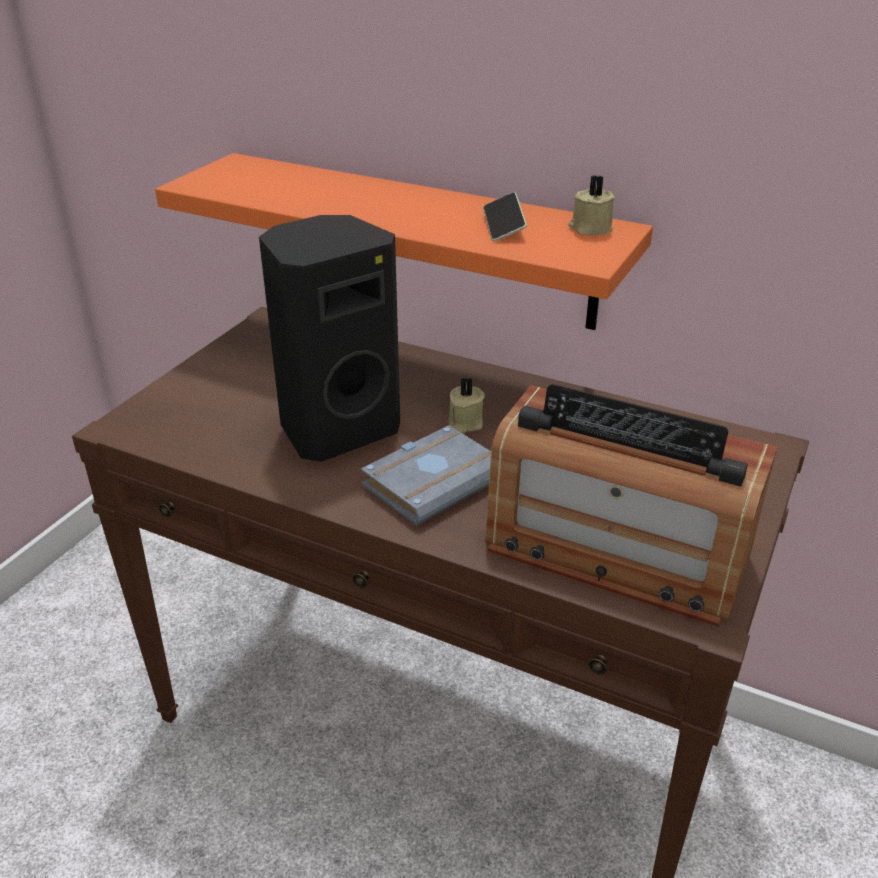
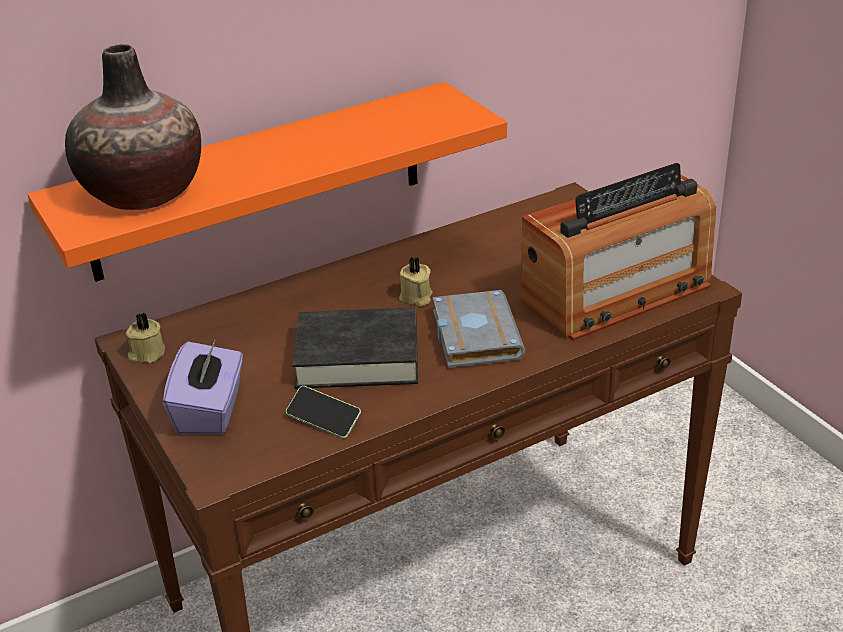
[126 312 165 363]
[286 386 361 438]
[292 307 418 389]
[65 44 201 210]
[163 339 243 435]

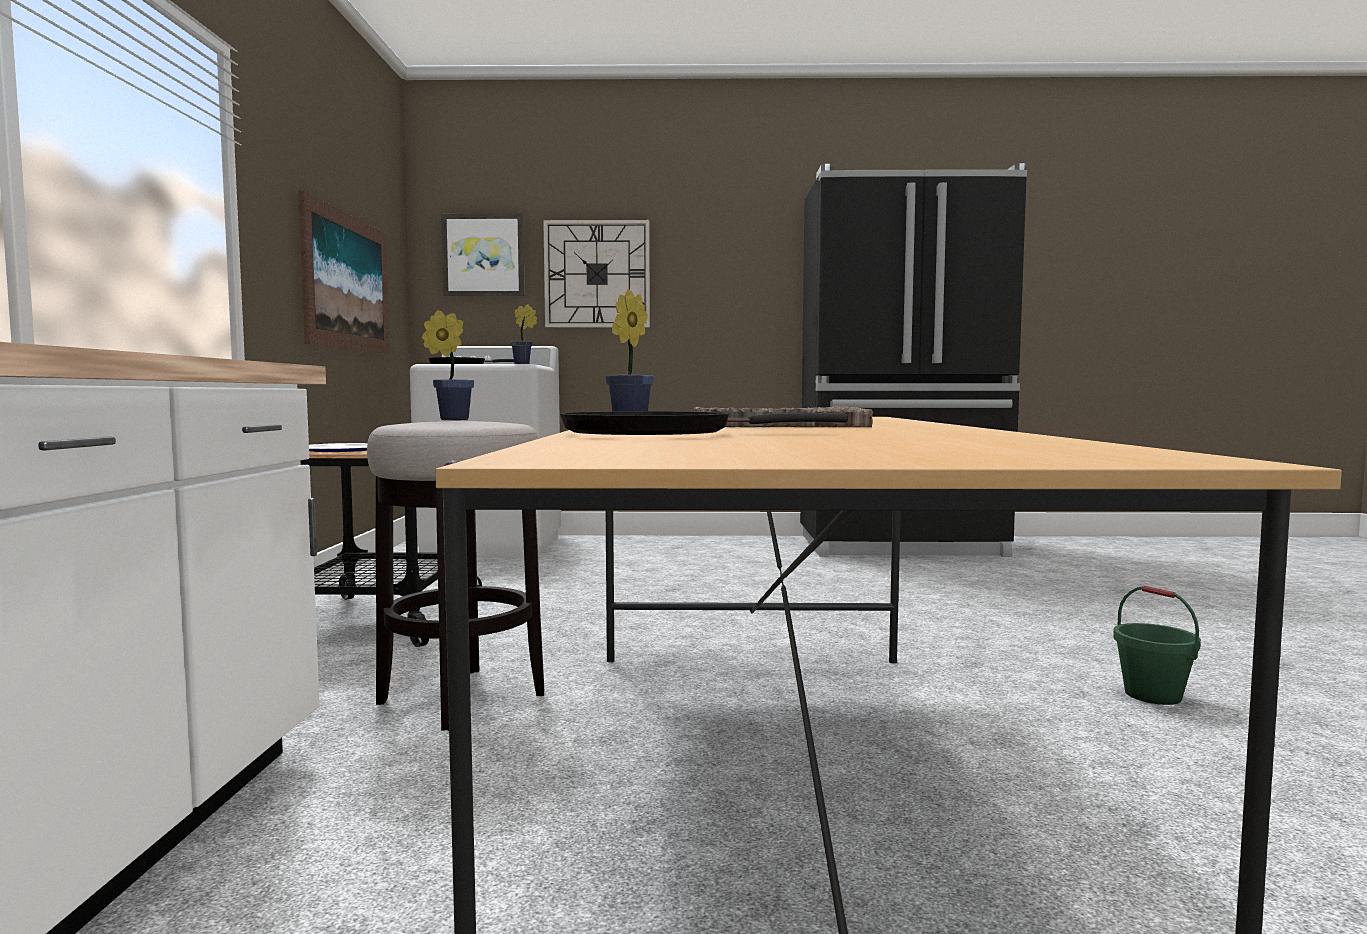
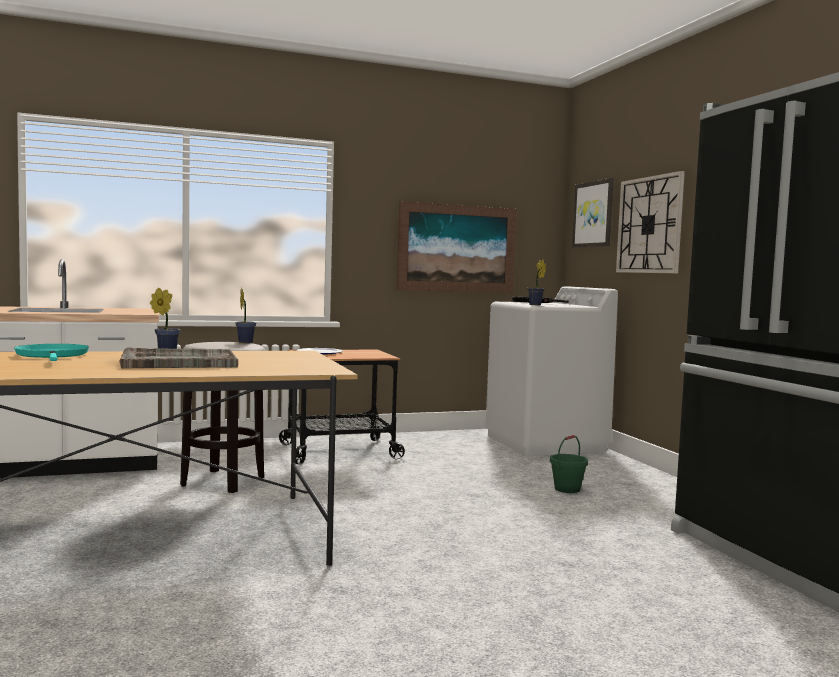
[14 344 89 361]
[550 435 588 493]

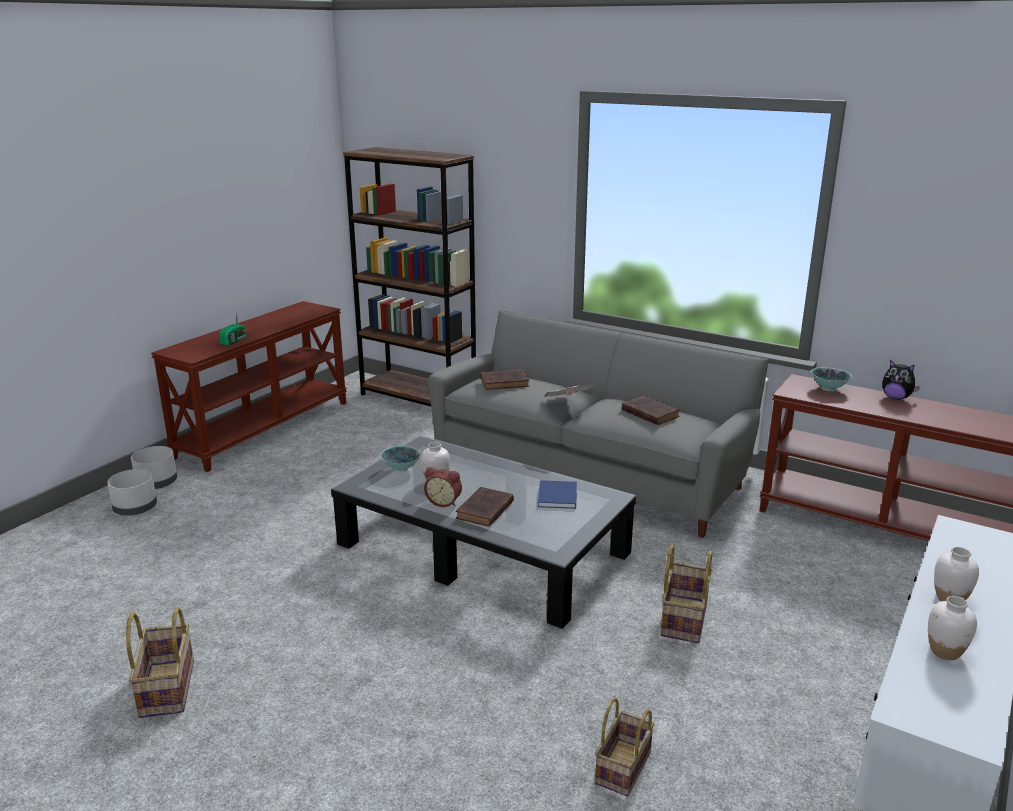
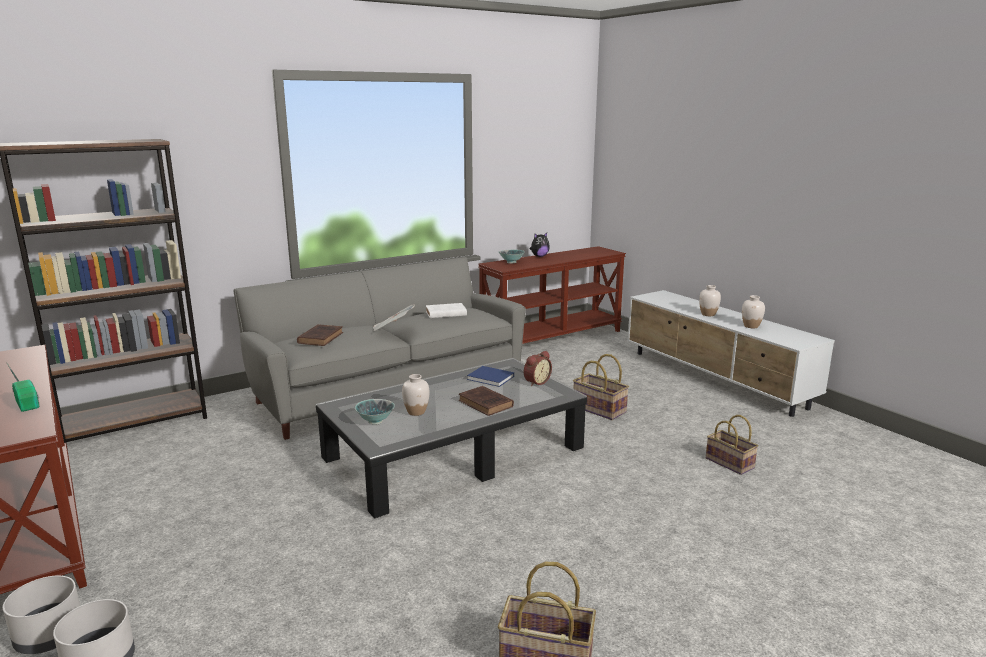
[426 303 467 318]
[524 351 552 386]

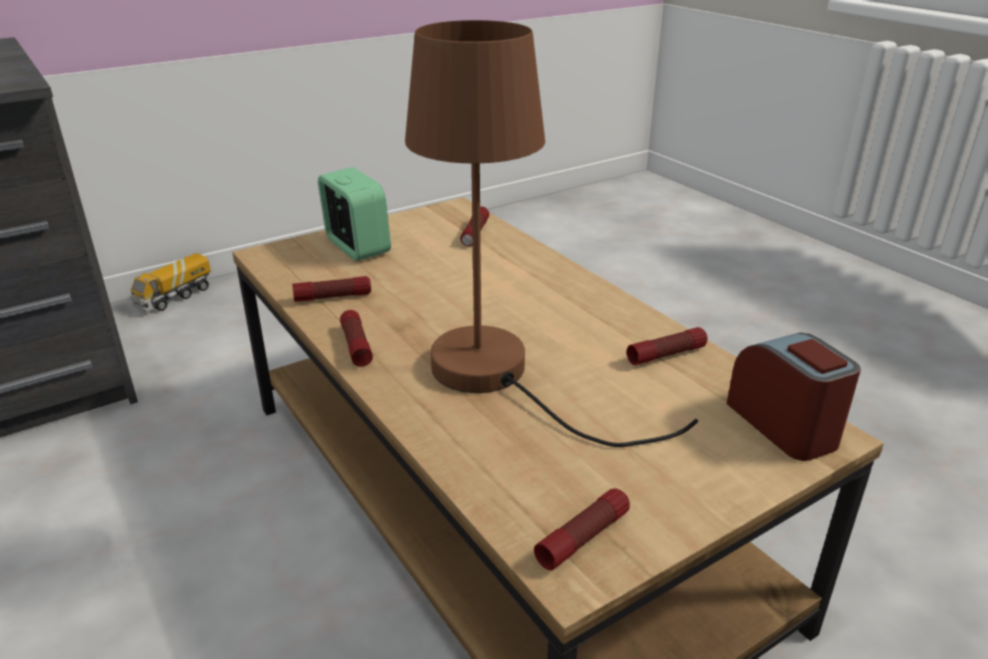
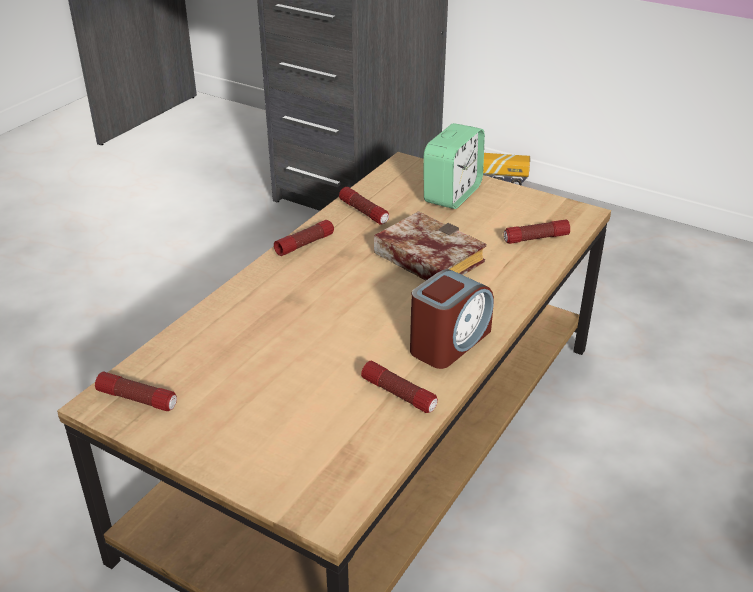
[405 20 698 447] (first image)
[410 269 494 369]
[374 211 486 281]

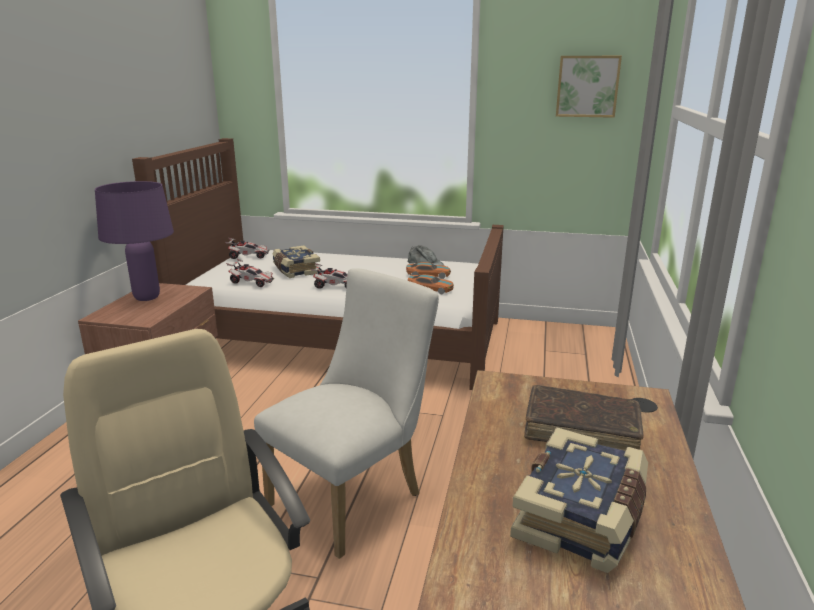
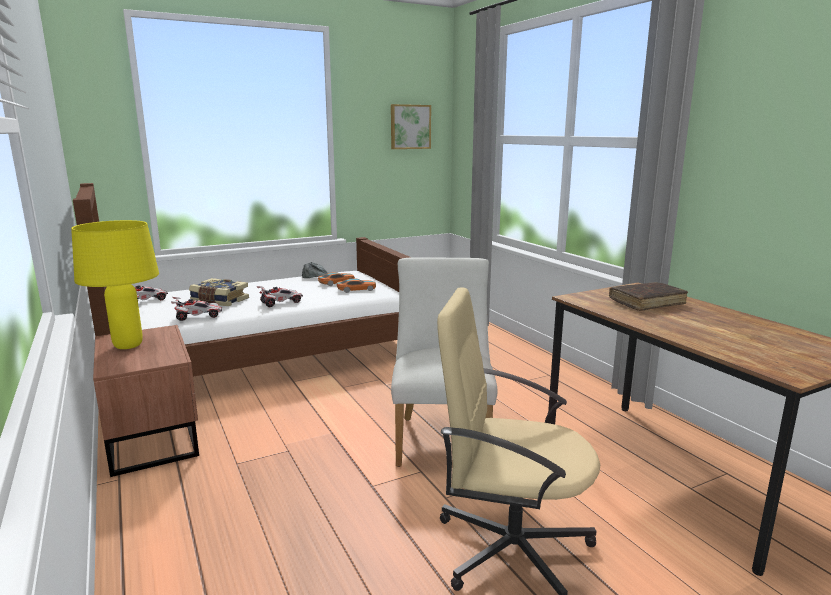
[71 220 159 349]
[510 428 648 573] (first image)

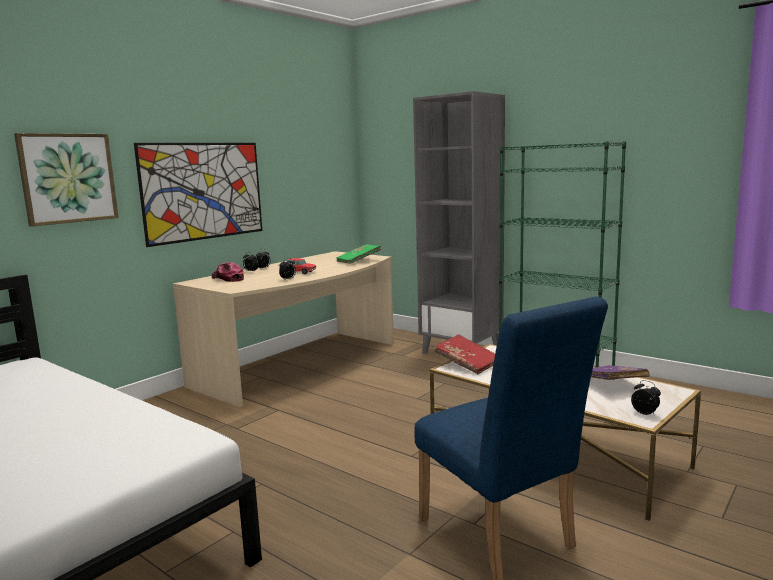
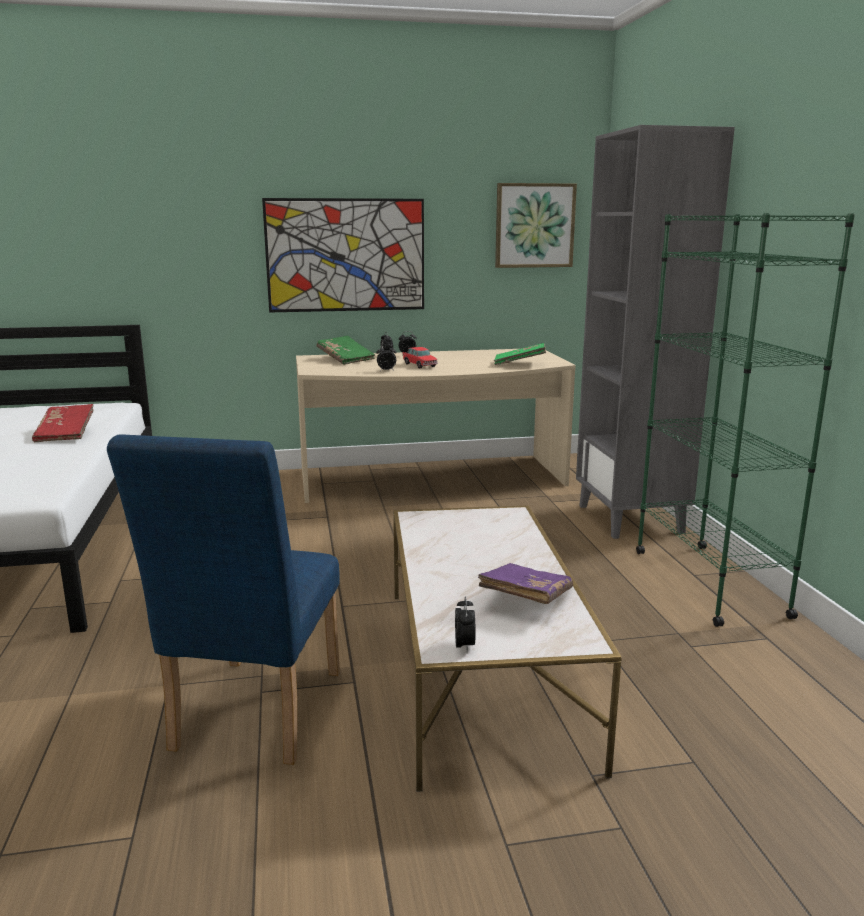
[495 183 577 268]
[317 335 375 365]
[32 404 94 442]

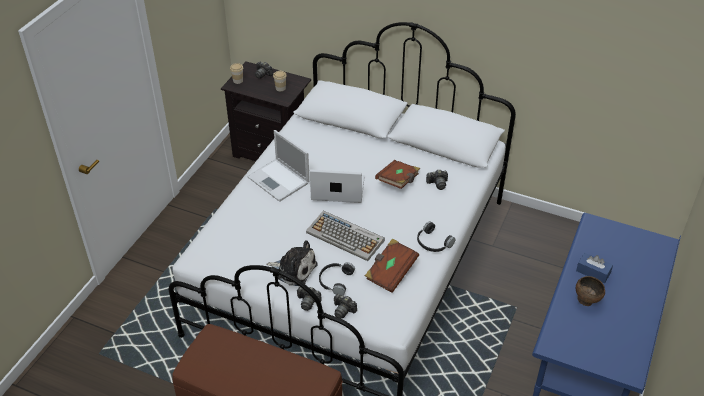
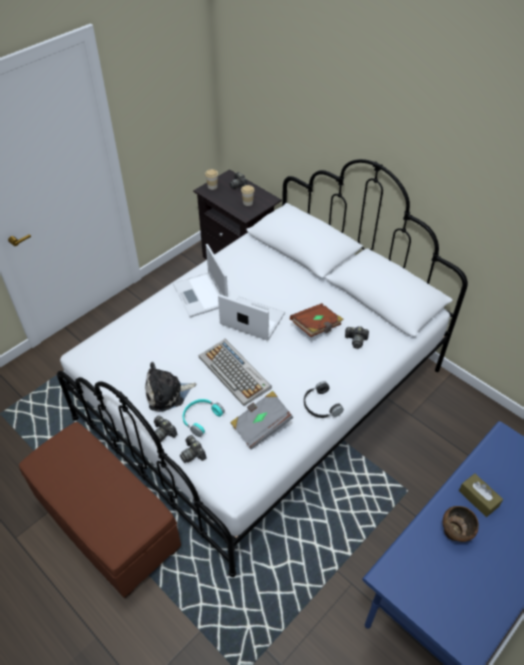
[230 391 293 450]
[145 362 196 412]
[459 473 503 517]
[183 399 225 437]

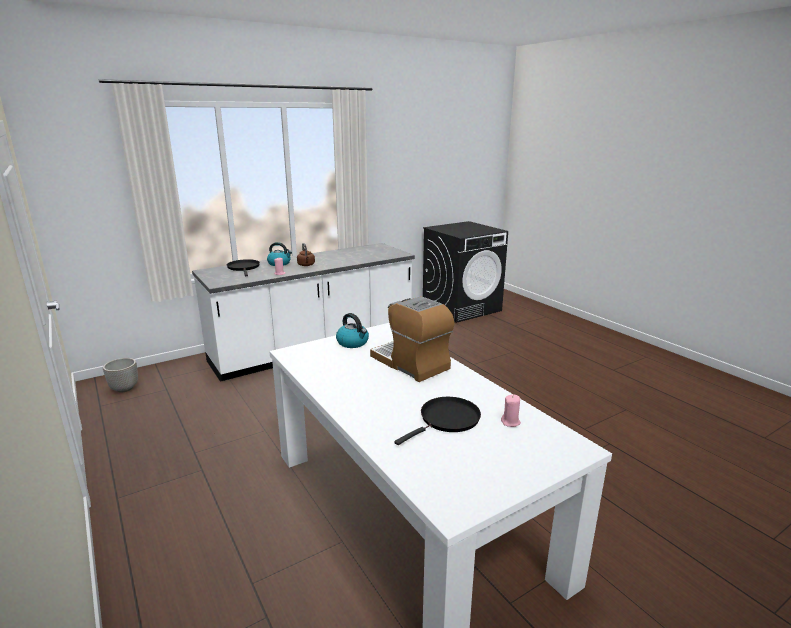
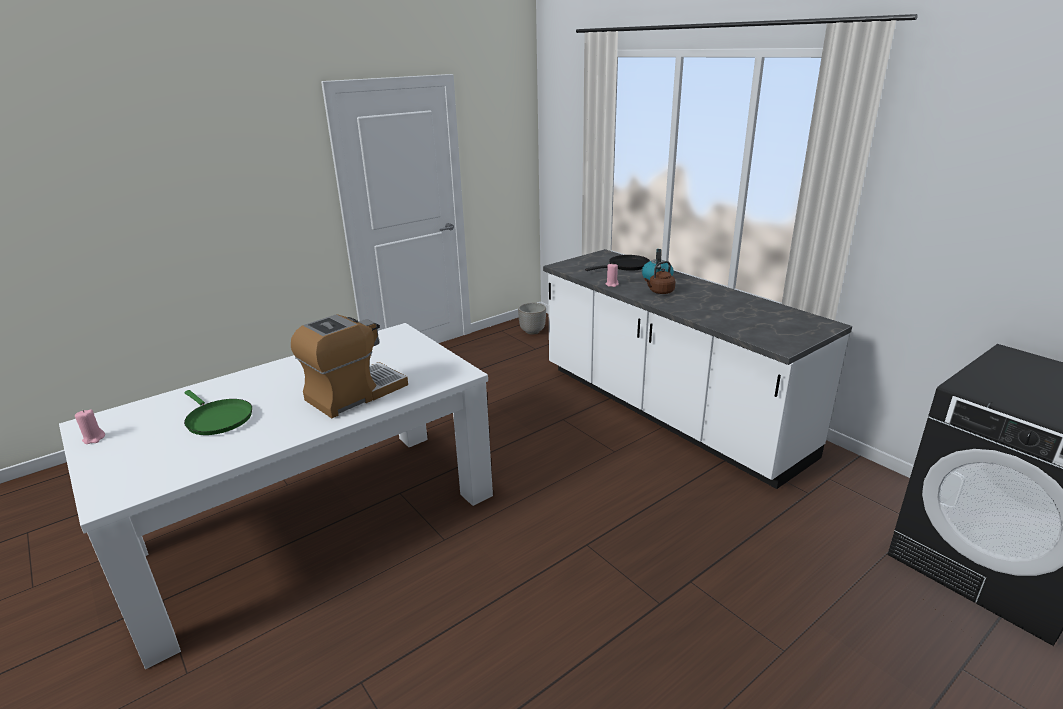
[336 313 369 348] (first image)
[75 409 105 444]
[184 390 252 435]

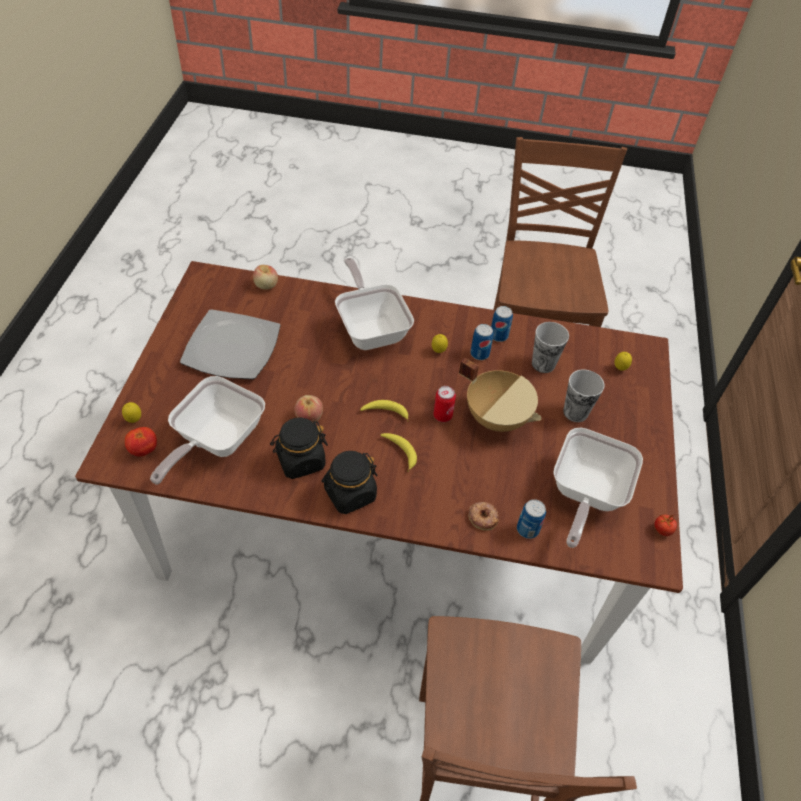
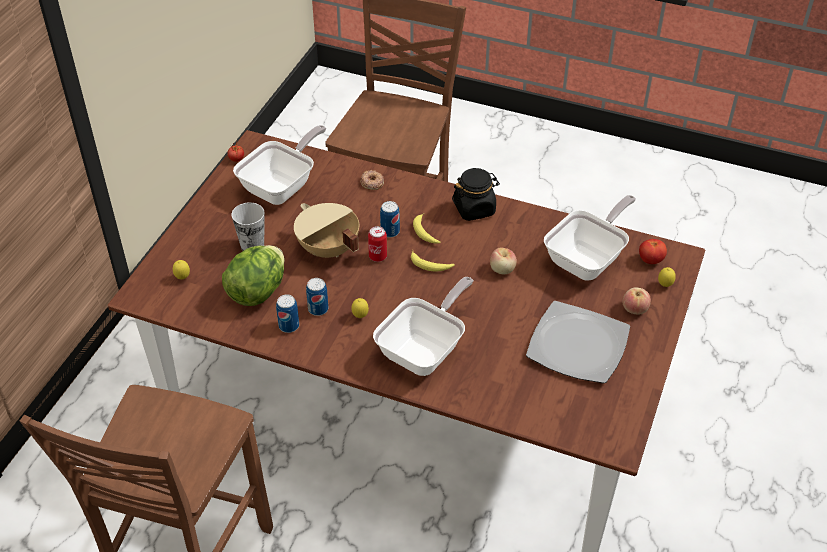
[373 277 474 376]
[622 287 651 315]
[222 245 285 306]
[270 417 328 479] (first image)
[380 201 400 238]

